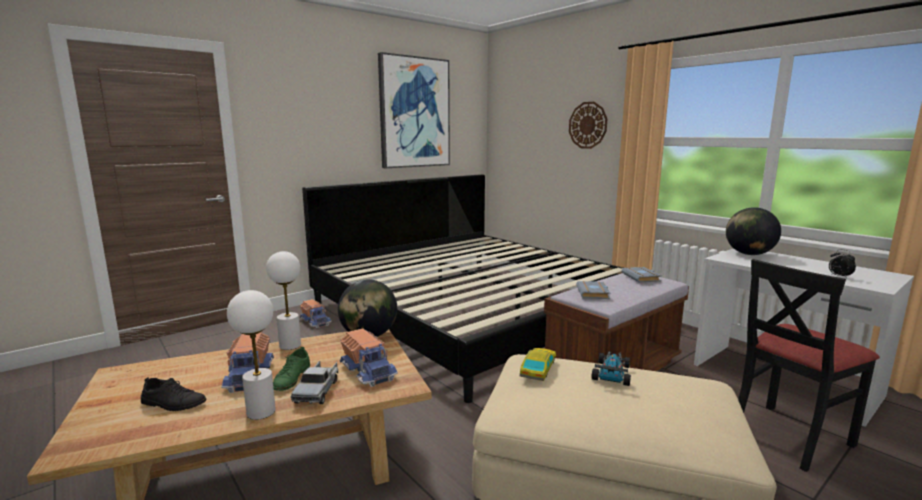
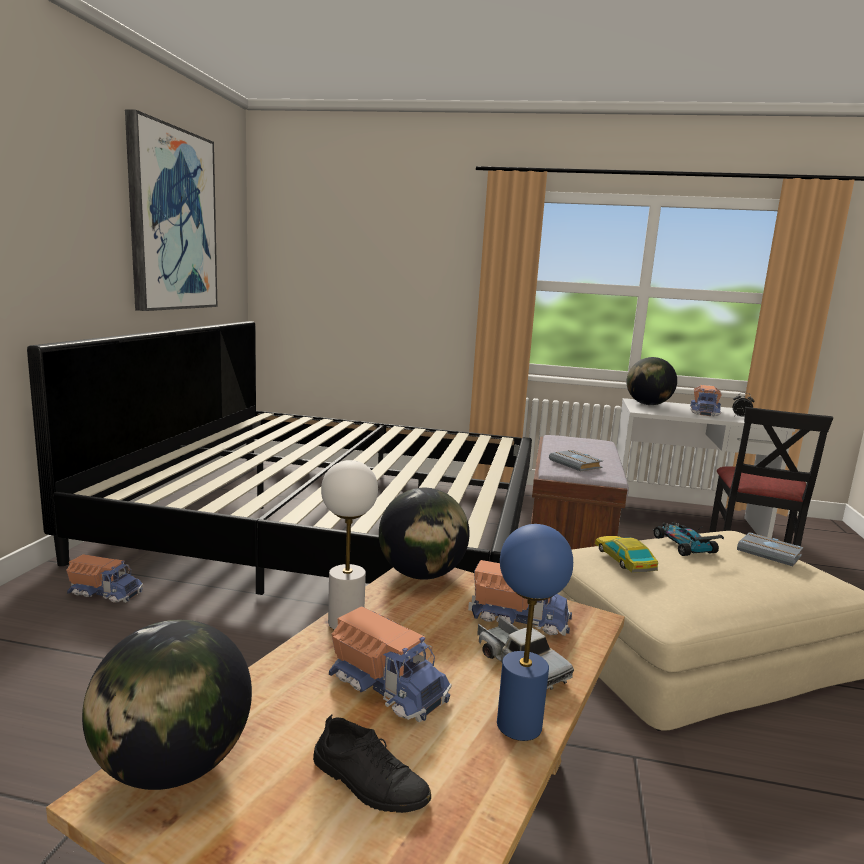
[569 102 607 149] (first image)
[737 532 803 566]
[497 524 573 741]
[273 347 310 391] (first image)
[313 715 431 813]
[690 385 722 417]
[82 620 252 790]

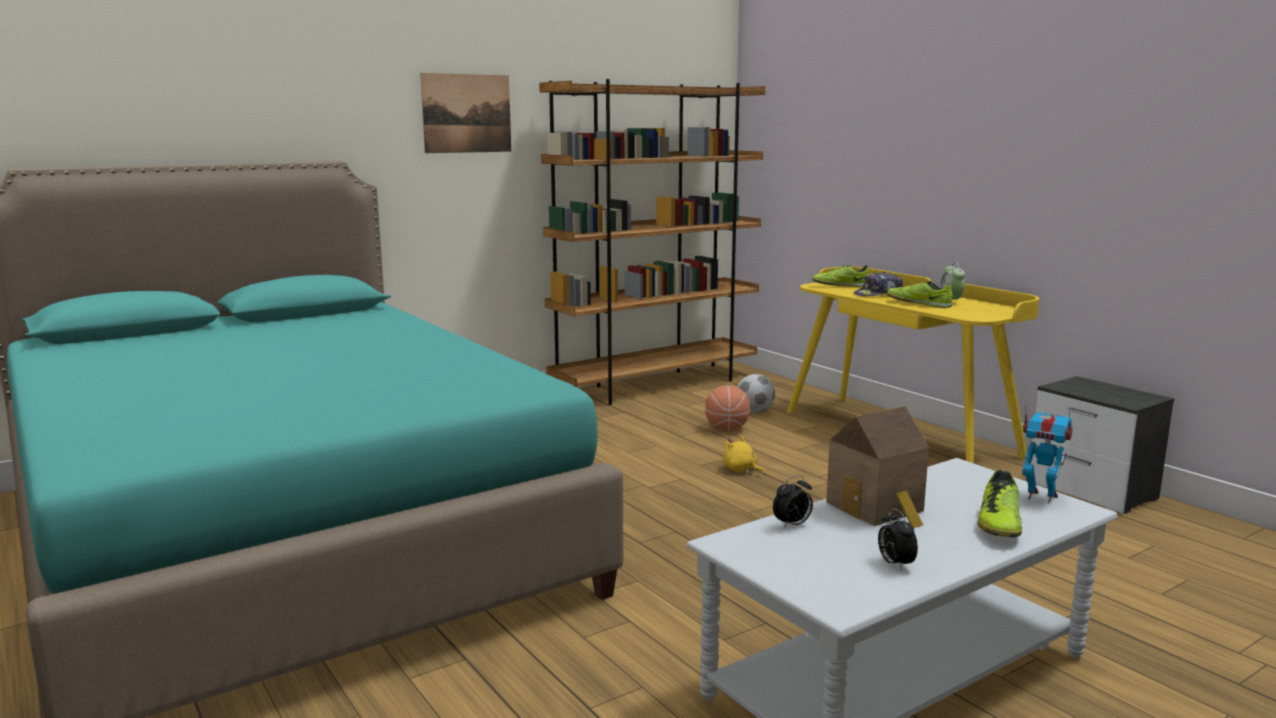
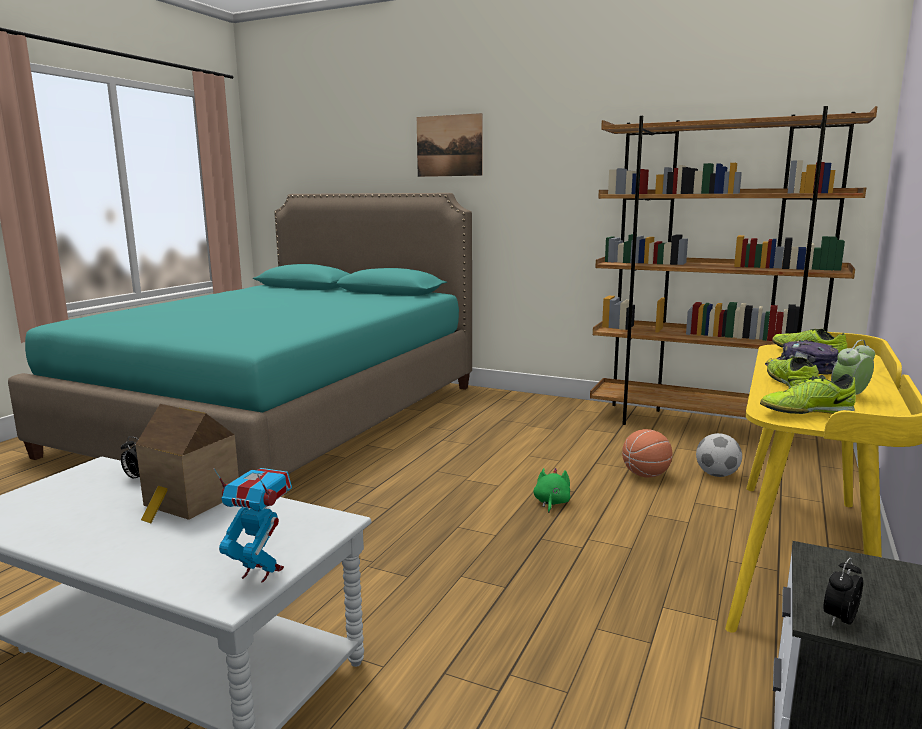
[417 113 483 177]
[213 468 292 583]
[533 468 570 513]
[760 374 856 414]
[823 558 863 626]

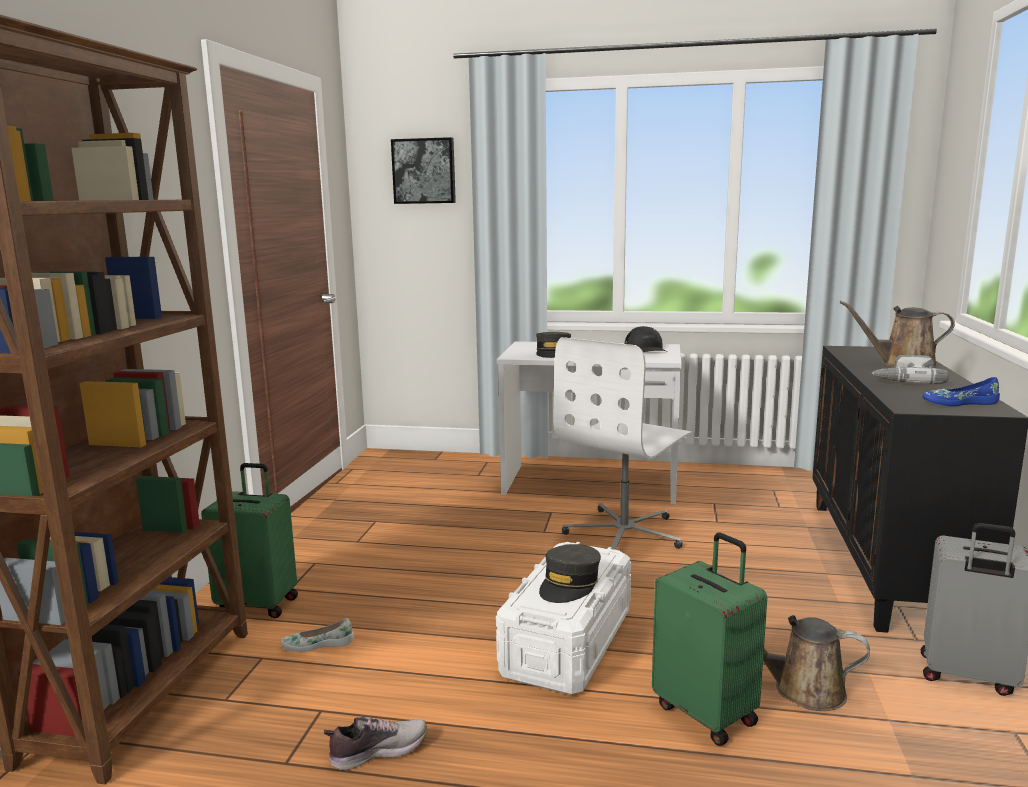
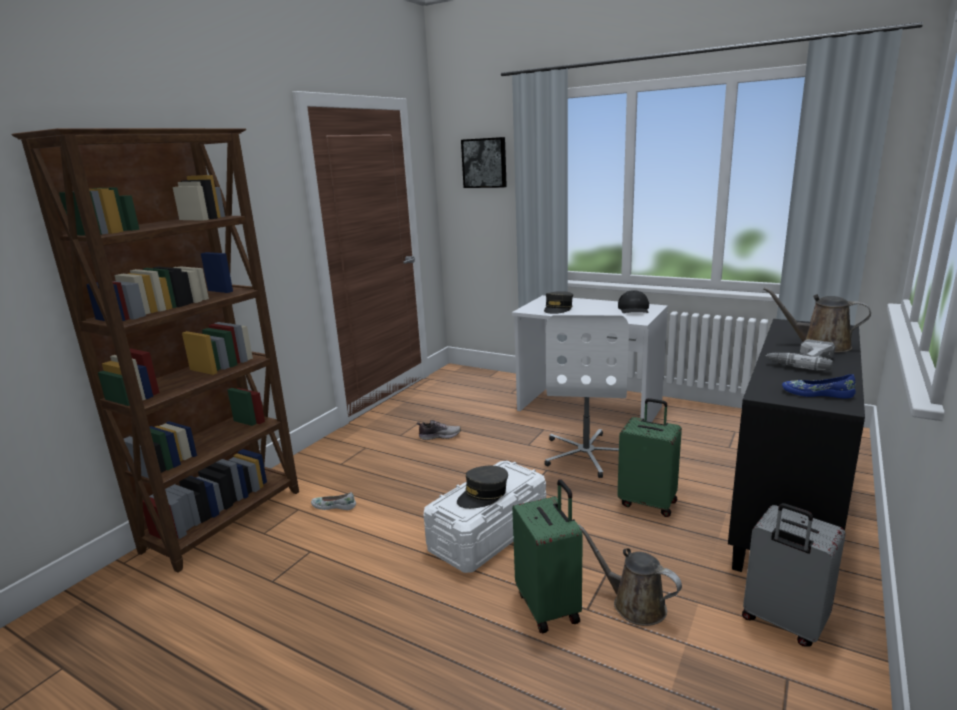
[544 315 629 478]
[617 398 682 517]
[417 420 461 440]

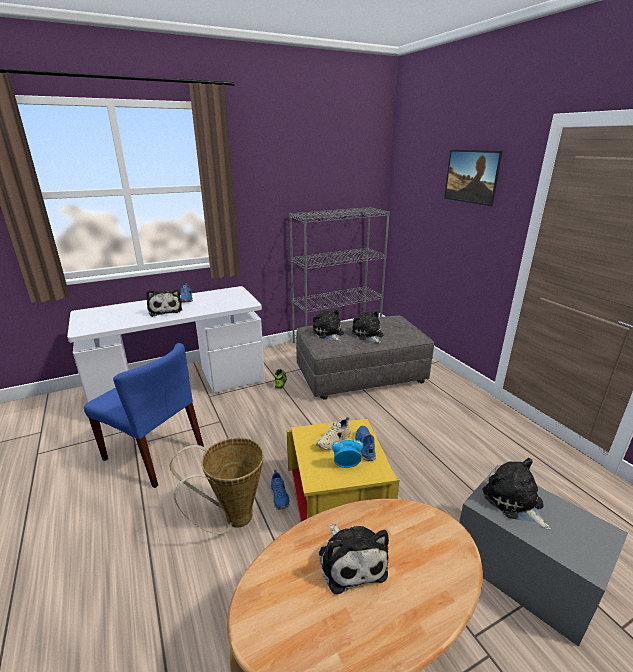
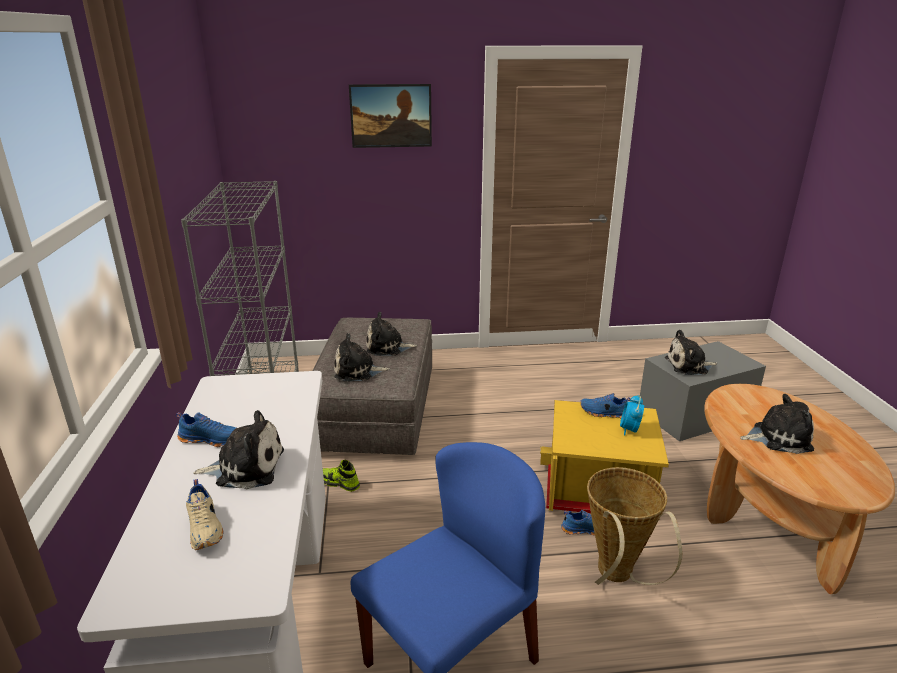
[186 479 224 550]

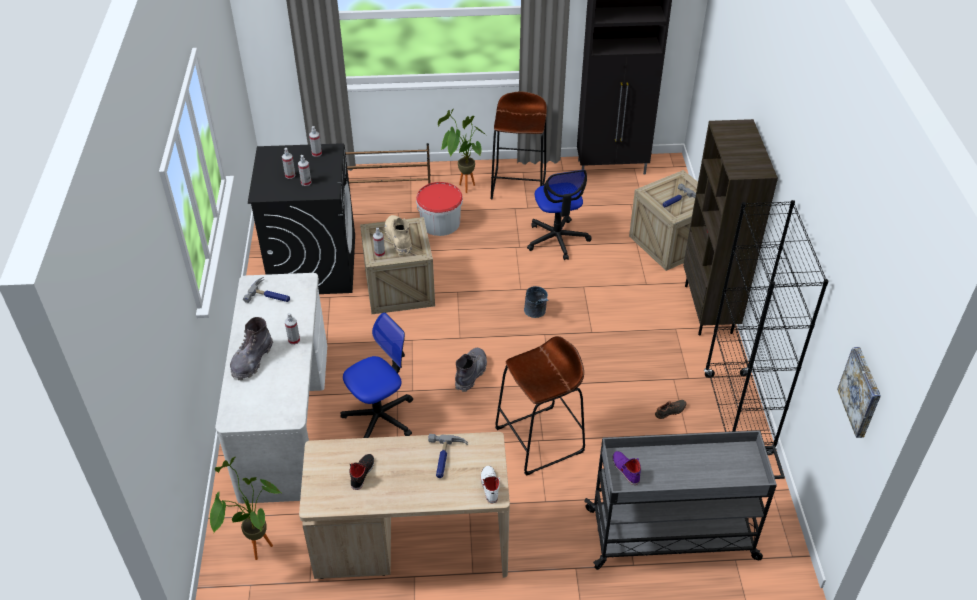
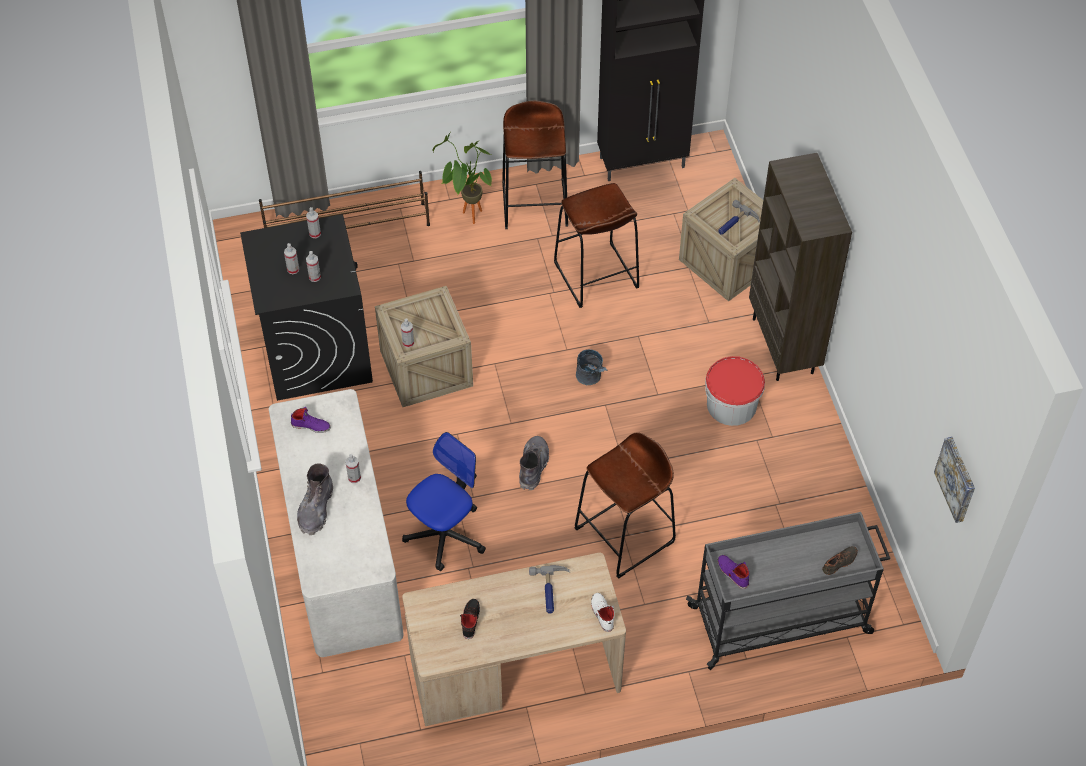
[554 183 639 308]
[705 356 765 426]
[704 200 829 455] (first image)
[385 215 412 255] (first image)
[291 407 331 433]
[822 546 858 575]
[210 457 281 560] (first image)

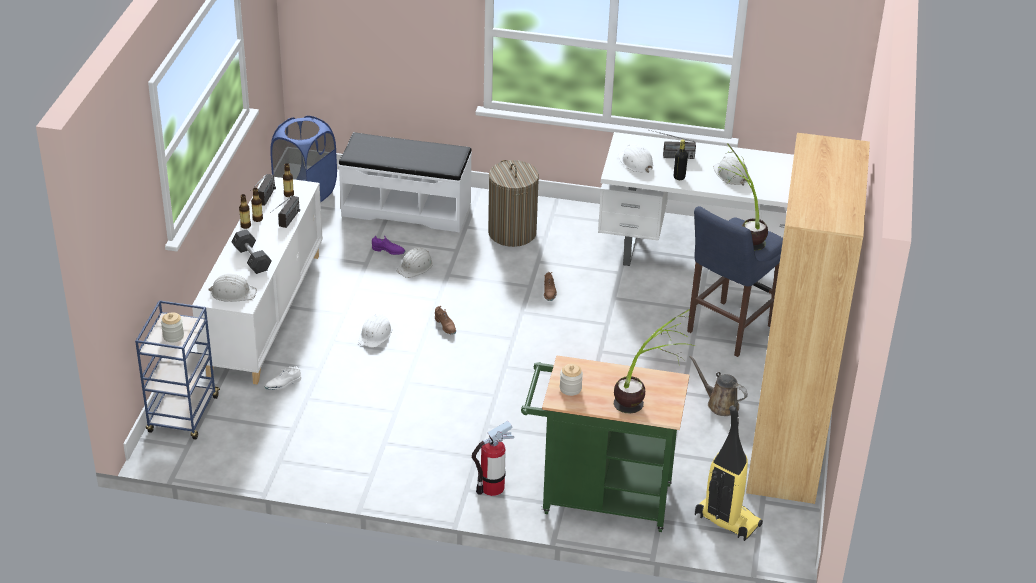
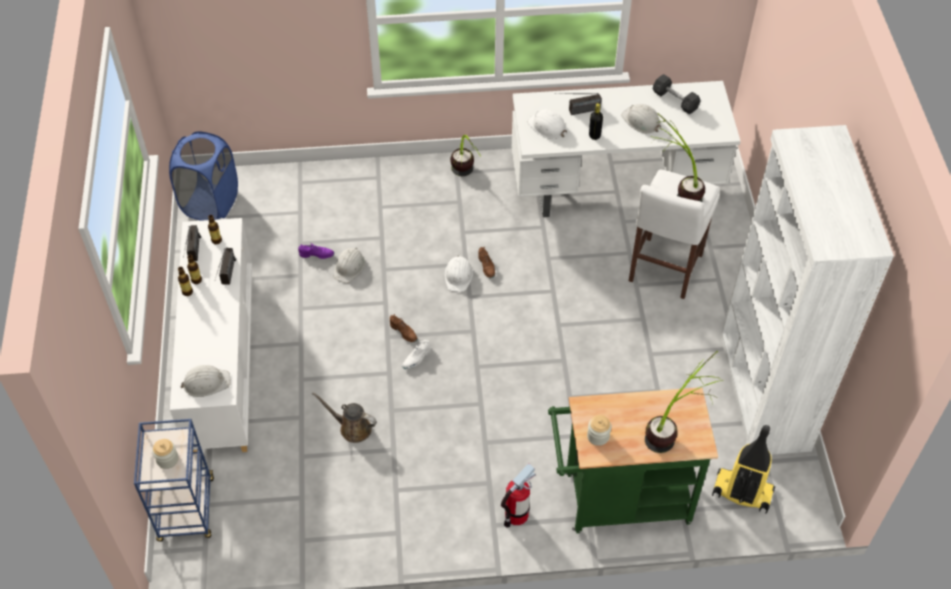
[338 132 472 232] (first image)
[721 125 894 455]
[488 160 539 247] (first image)
[629 170 720 299]
[653 74 701 114]
[445 255 473 292]
[312 392 377 443]
[402 339 431 369]
[450 135 481 176]

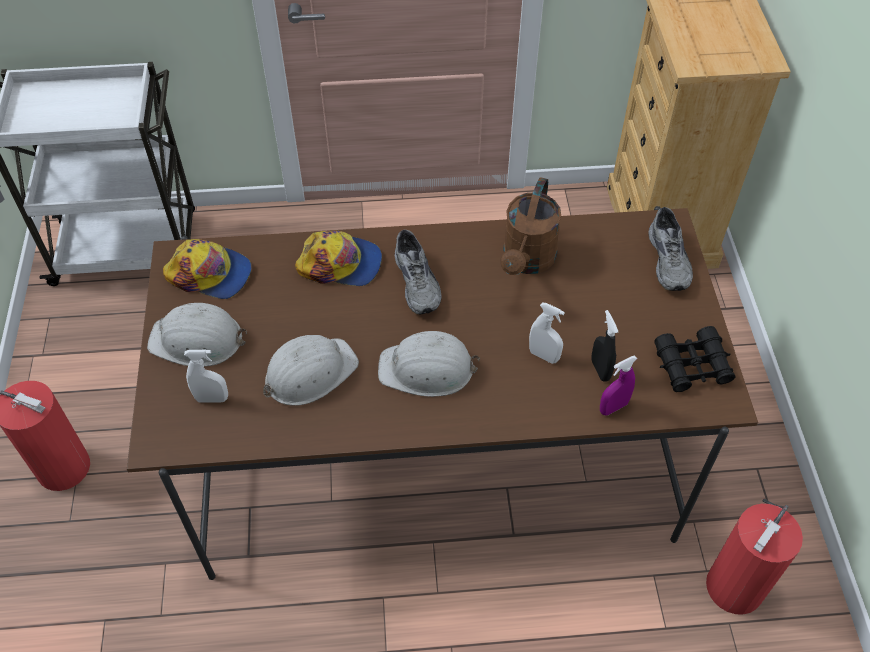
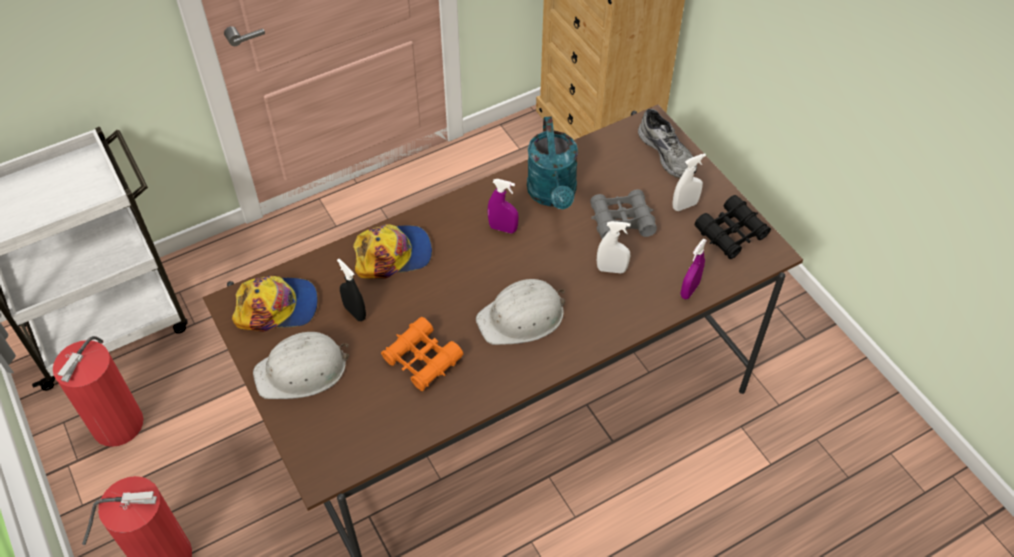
[527 116 578 209]
[395 230 442 314] (first image)
[337 259 366 321]
[381 317 463 391]
[672 153 706 211]
[53 336 143 447]
[487 179 519 233]
[590 189 657 239]

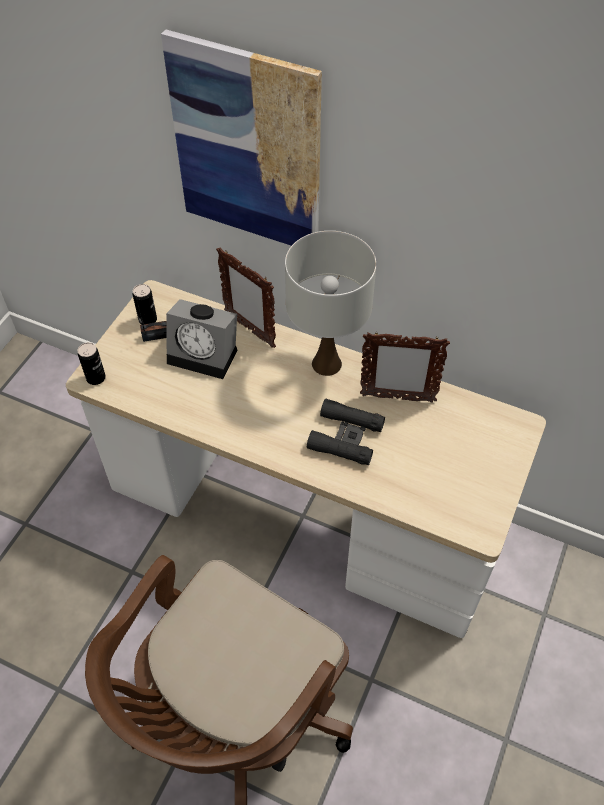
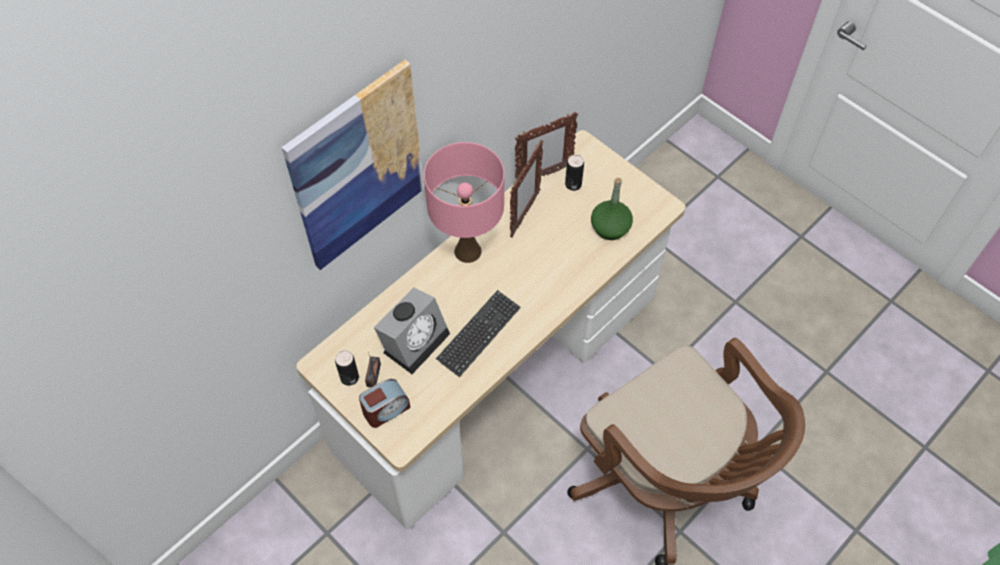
[424 142 504 263]
[515 112 579 179]
[565 154 584 191]
[307 399 385 465] (first image)
[591 178 633 240]
[436 290 521 377]
[359 379 410 428]

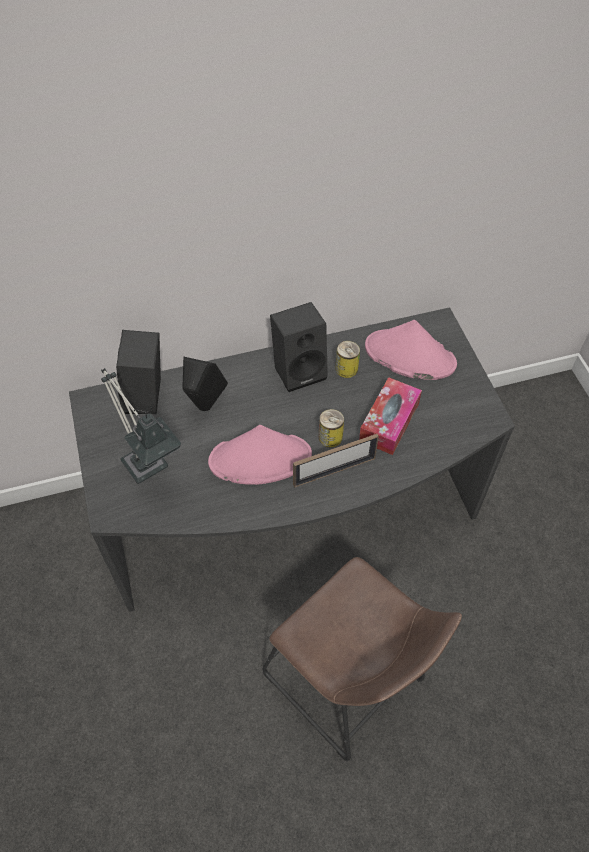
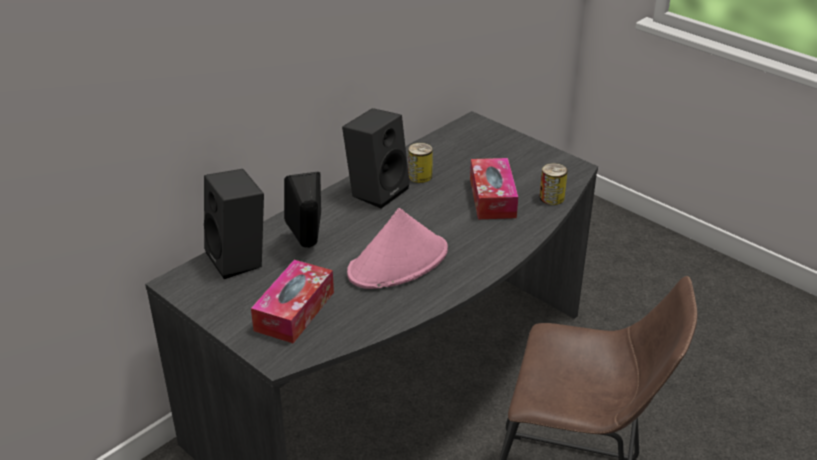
[365 320 457 380] (first image)
[251 260 334 343]
[539 163 568 205]
[293 434 379 487] (first image)

